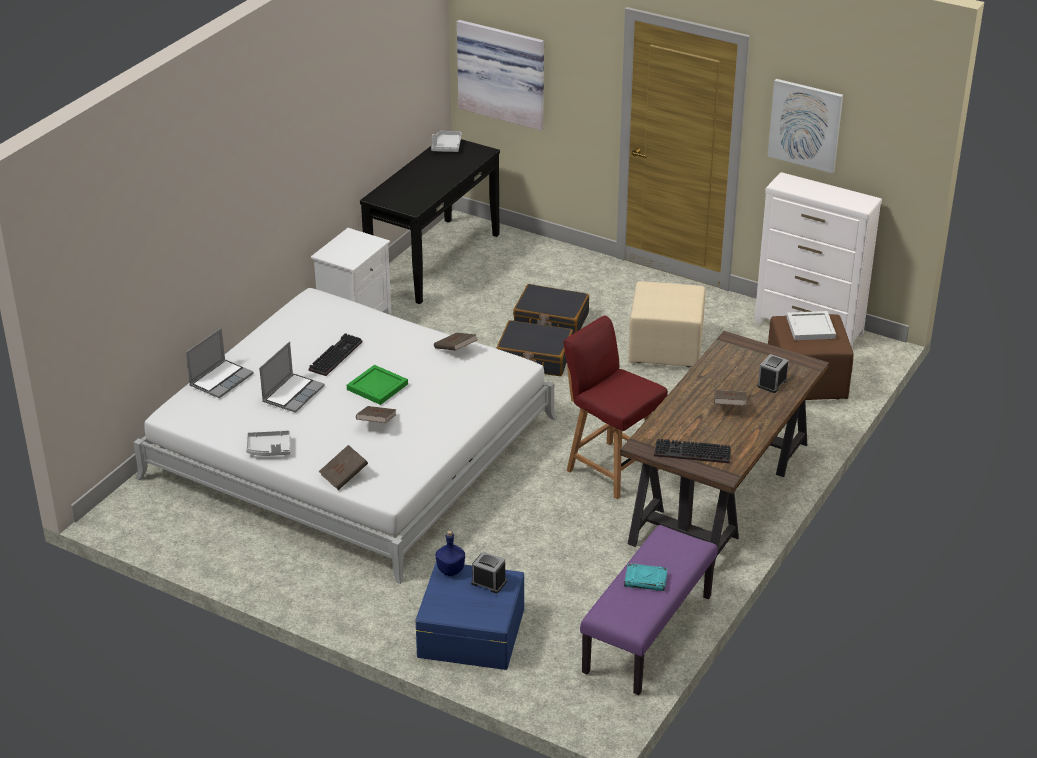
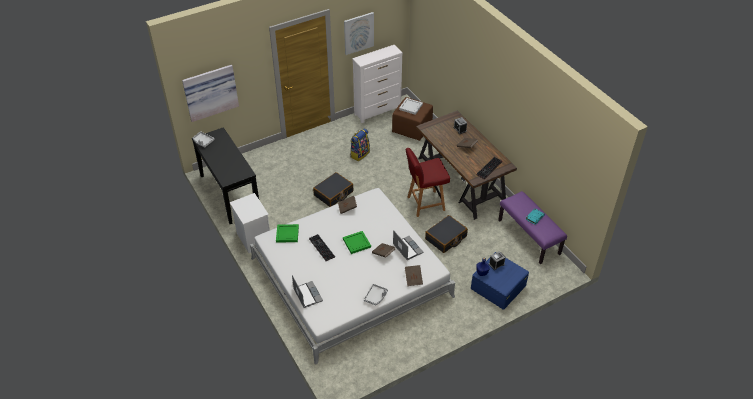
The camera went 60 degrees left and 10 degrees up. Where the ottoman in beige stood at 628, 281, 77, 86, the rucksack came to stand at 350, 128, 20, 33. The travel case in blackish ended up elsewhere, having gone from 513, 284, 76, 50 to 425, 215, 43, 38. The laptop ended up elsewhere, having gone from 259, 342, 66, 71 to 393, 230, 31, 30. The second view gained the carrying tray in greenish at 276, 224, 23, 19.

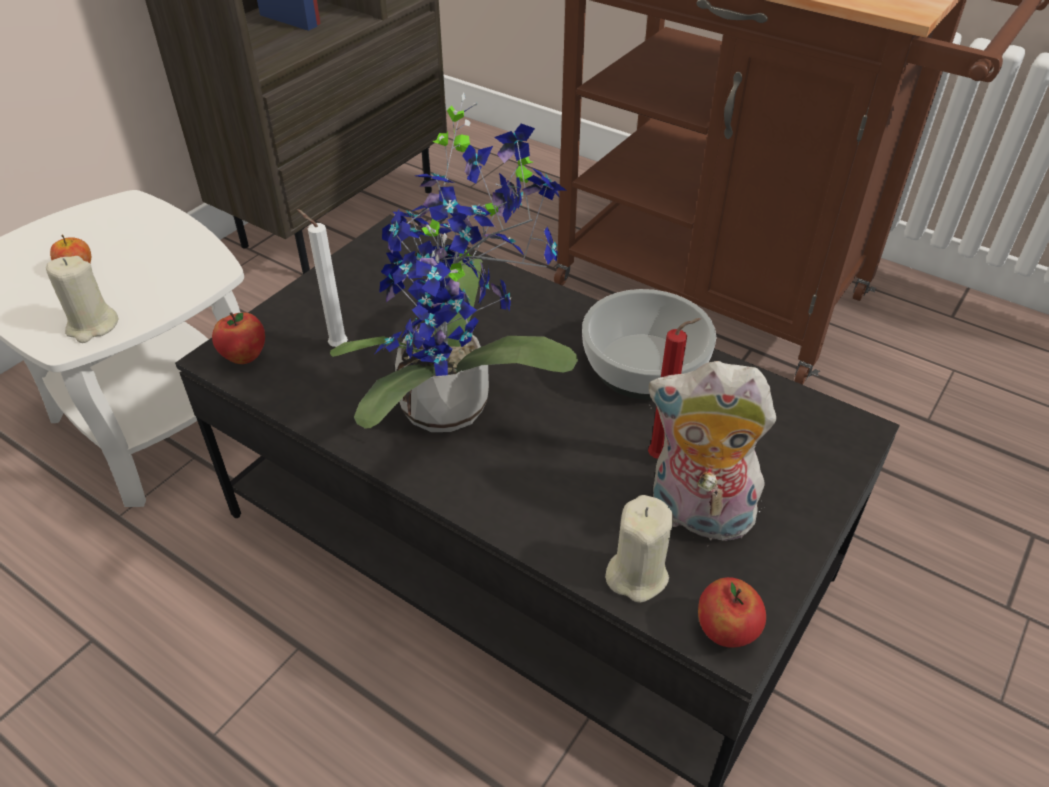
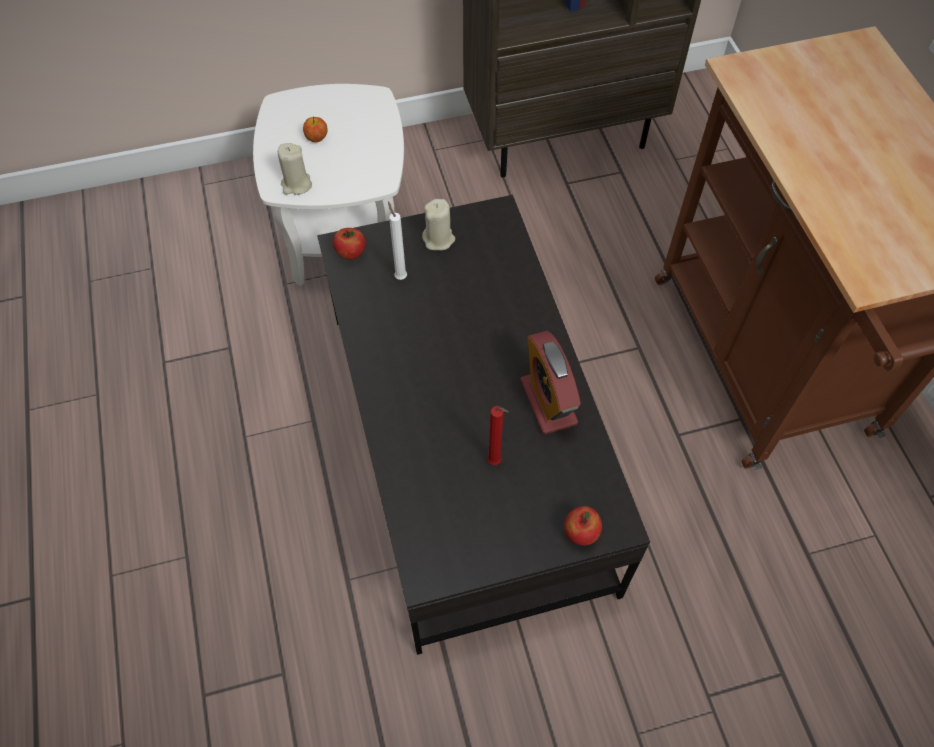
The camera went 40 degrees right and 15 degrees up. The second view lost the plant in a pot at 330, 93, 248, 339. Where the deep dish stood at 582, 289, 134, 111, the alarm clock came to stand at 520, 331, 61, 103. The second view lost the plush toy at 649, 361, 127, 180. The wax light in beige ended up elsewhere, having gone from 605, 495, 68, 108 to 422, 199, 33, 52. The whole apple ended up elsewhere, having gone from 698, 577, 68, 71 to 564, 506, 38, 39.

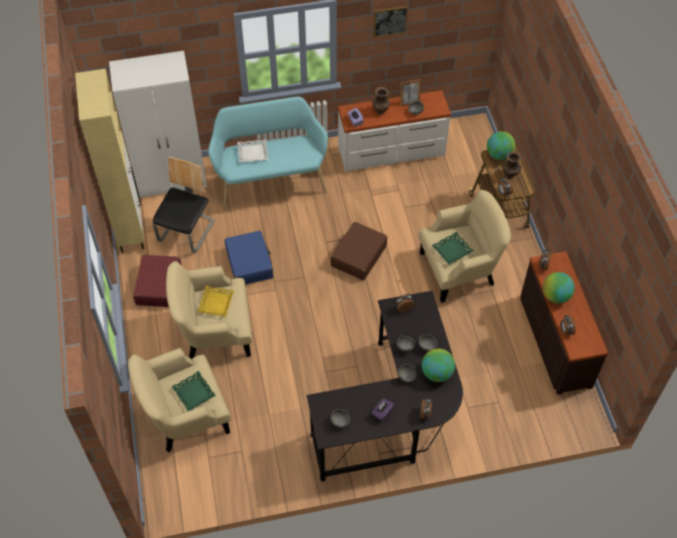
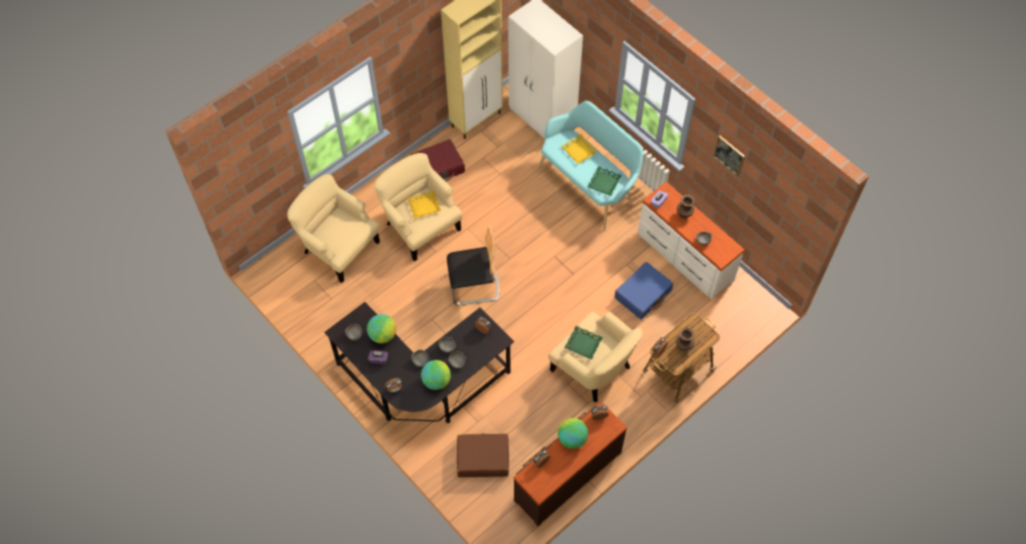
The camera went 60 degrees right and 5 degrees up. The second view lost the picture frame at 401, 79, 19, 28. The desk globe ended up elsewhere, having gone from 487, 131, 28, 29 to 367, 314, 29, 29. What was the carrying tray in whitish at 237, 139, 31, 23 turned into the carrying tray in yellow-coloured at 561, 134, 37, 30. The plain chair ended up elsewhere, having gone from 153, 157, 62, 96 to 447, 226, 52, 79. The travel case in brown ended up elsewhere, having gone from 331, 222, 56, 58 to 457, 433, 52, 44. The travel case in bluish ended up elsewhere, having gone from 224, 231, 49, 54 to 615, 262, 58, 57. The carrying tray in greenish ended up elsewhere, having gone from 172, 371, 44, 40 to 587, 166, 35, 30.

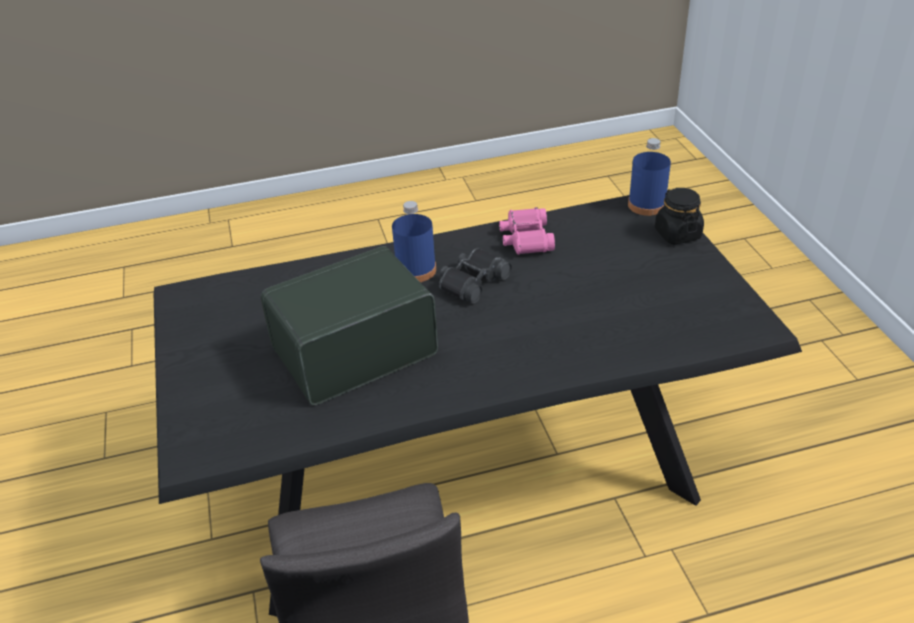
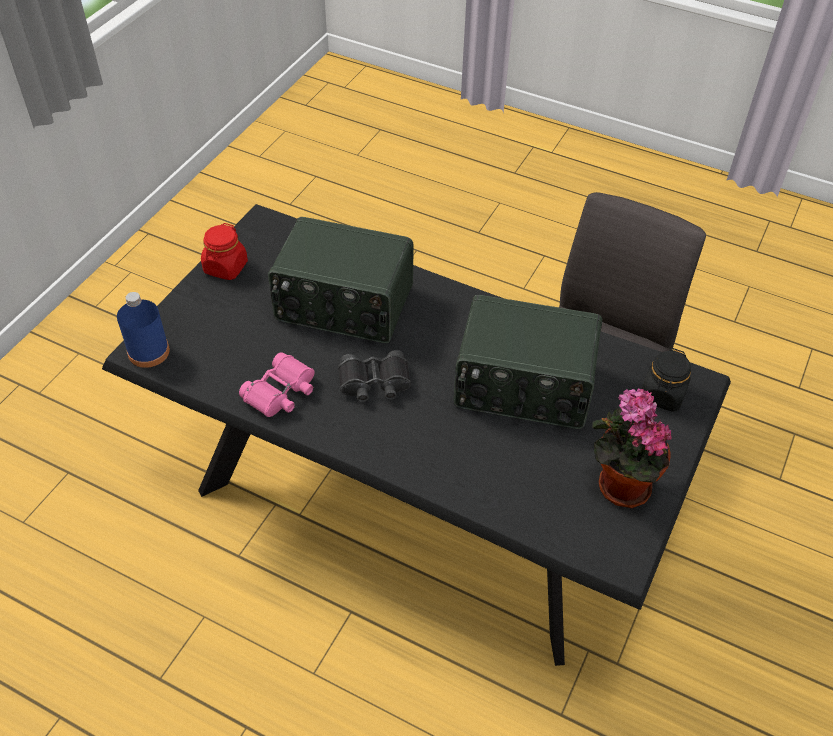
The camera went 140 degrees left and 10 degrees up. The storage jar in blackish ended up elsewhere, having gone from 655, 188, 49, 56 to 642, 348, 49, 64. The second view lost the beverage bottle in bluish at 392, 201, 44, 81. The second view gained the radio receiver at 268, 217, 146, 126. The second view gained the storage jar in red at 201, 223, 47, 57. The second view gained the plant in a pot at 592, 389, 80, 119.

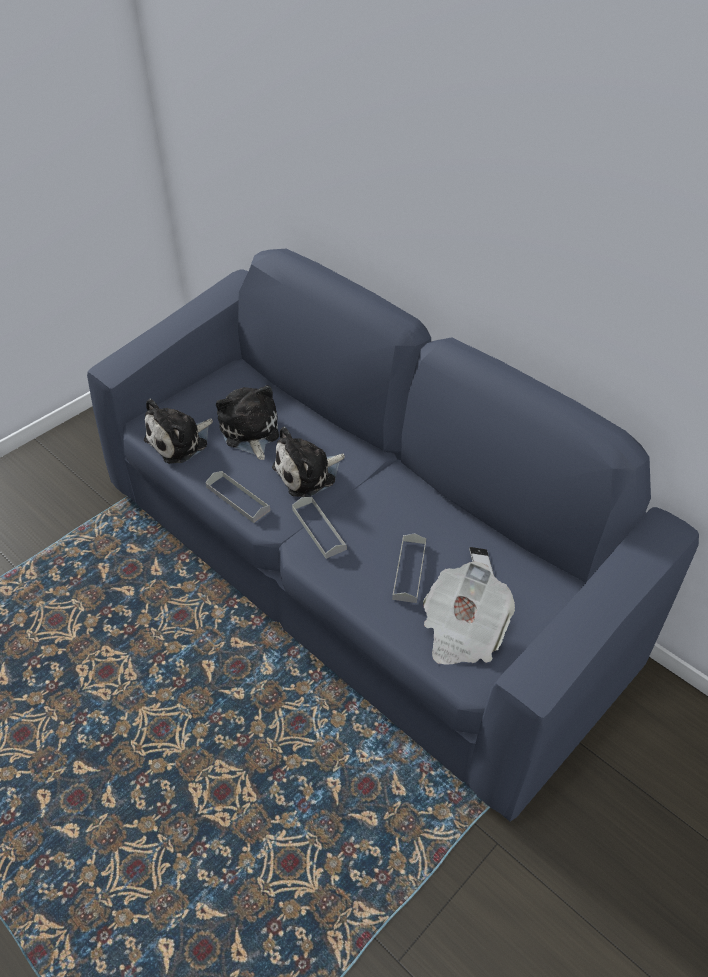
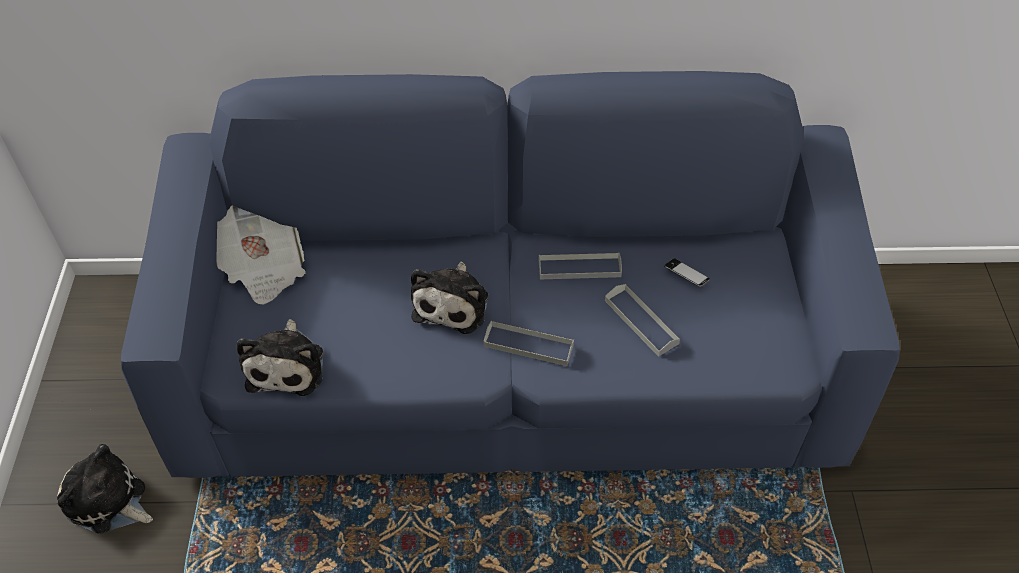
The camera went 45 degrees left and 5 degrees up. The plush toy ended up elsewhere, having gone from 216, 385, 63, 75 to 57, 444, 96, 90. The carrying tray in grey ended up elsewhere, having gone from 205, 471, 65, 52 to 539, 253, 83, 26. The printed paper ended up elsewhere, having gone from 423, 562, 92, 103 to 216, 206, 89, 99.

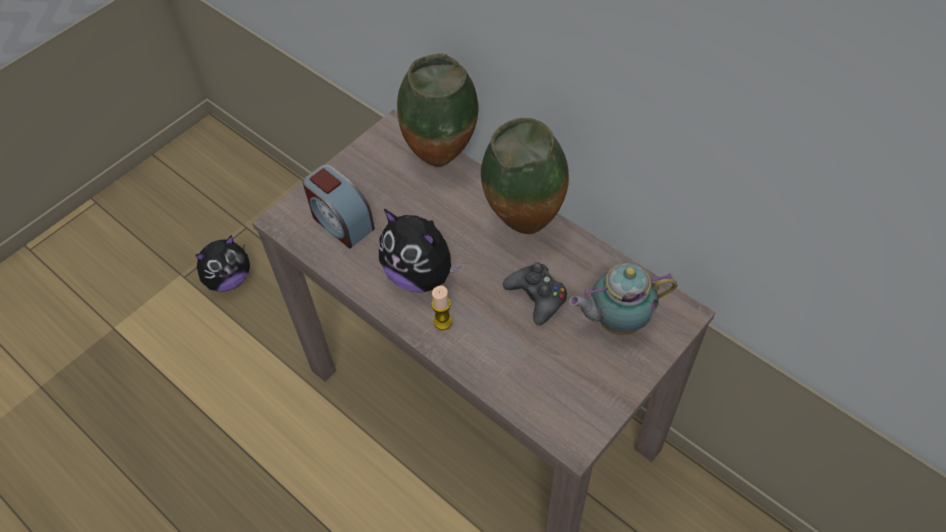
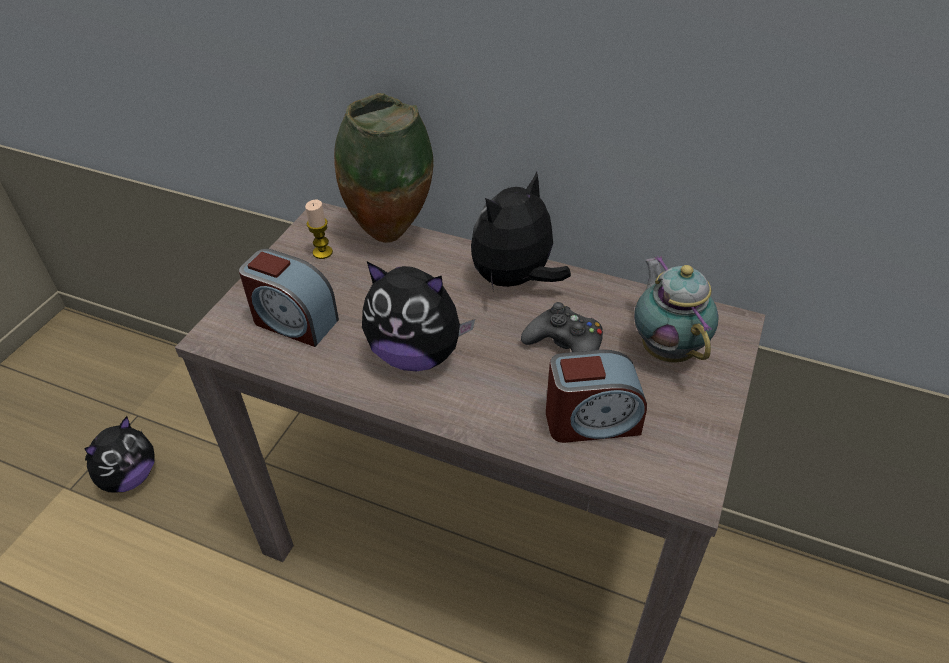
The camera went 20 degrees left and 10 degrees down. Where the flower vase stood at 481, 118, 88, 116, the plush toy came to stand at 471, 172, 100, 120. The pot for tea at 569, 263, 108, 72 ended up facing another way, 105 degrees clockwise from before. The wax light ended up elsewhere, having gone from 431, 286, 21, 44 to 305, 199, 28, 60. The second view gained the alarm clock at 546, 350, 101, 93.

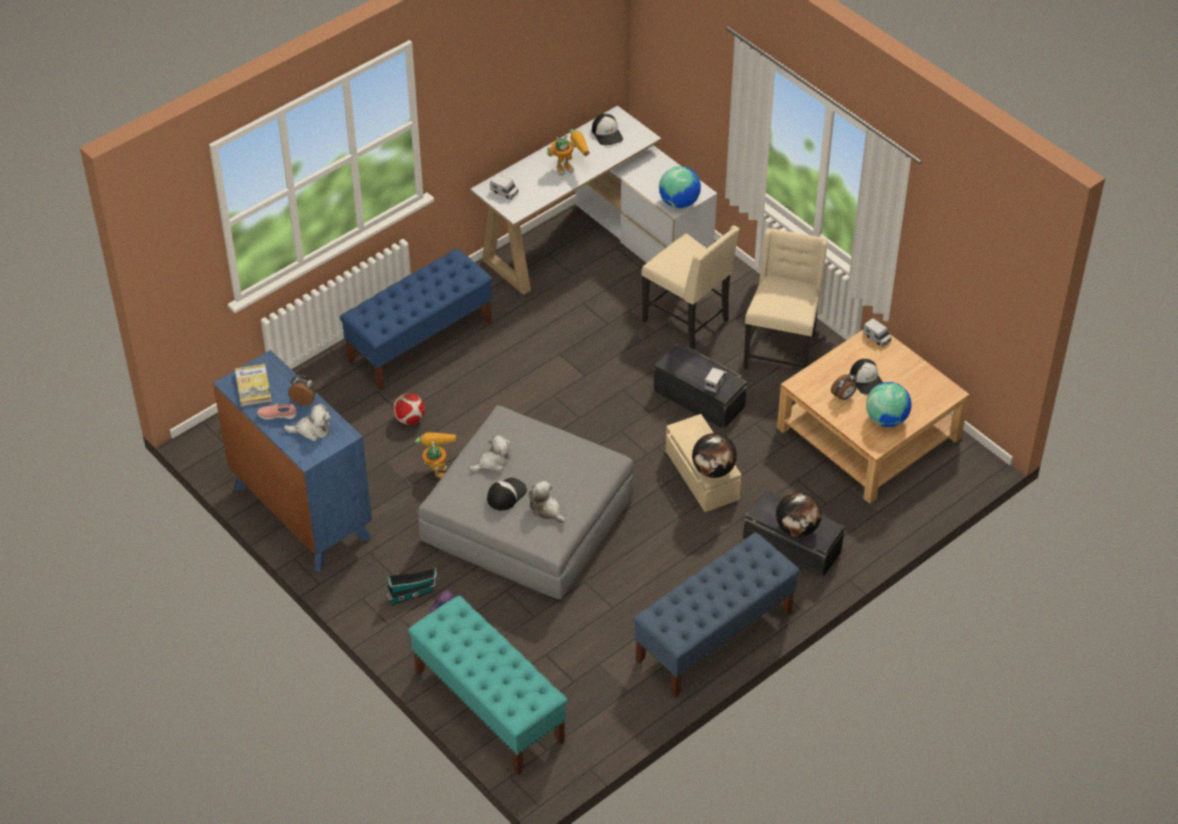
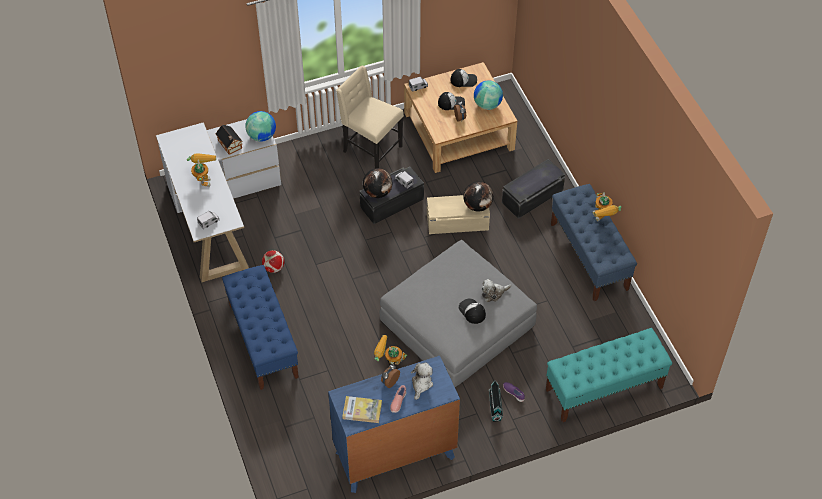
The camera went 70 degrees left and 5 degrees up. The peaked cap ended up elsewhere, having gone from 592, 114, 31, 32 to 450, 69, 27, 18. The second view lost the plain chair in beige at 641, 226, 99, 123. The football ended up elsewhere, having gone from 393, 393, 32, 32 to 262, 250, 23, 23. The second view lost the plush toy at 469, 434, 42, 38. The desk globe ended up elsewhere, having gone from 776, 491, 46, 46 to 363, 168, 29, 30. The second view gained the model house at 216, 125, 27, 30. The second view gained the robot figure at 592, 192, 30, 29.

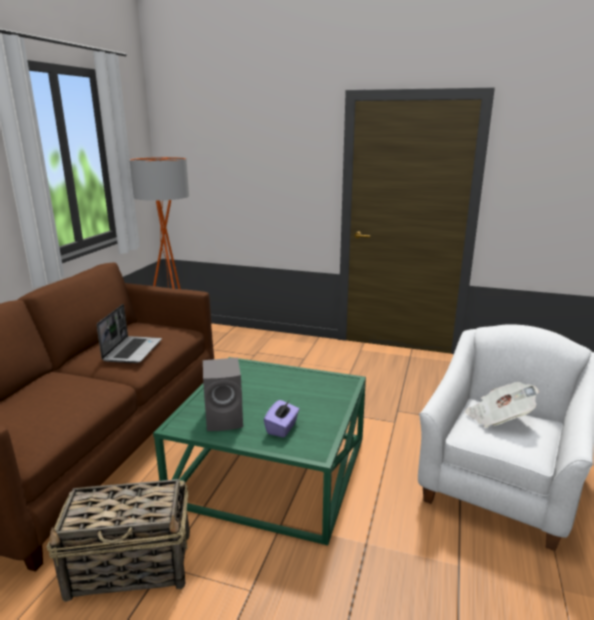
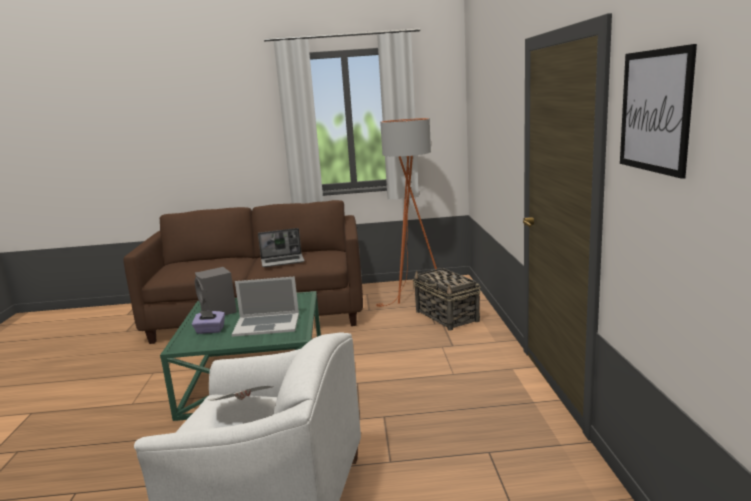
The camera went 70 degrees right and 5 degrees down. The storage basket ended up elsewhere, having gone from 47, 479, 143, 123 to 413, 268, 67, 63. The second view gained the wall picture at 620, 44, 77, 135. The second view gained the laptop at 232, 276, 67, 61.

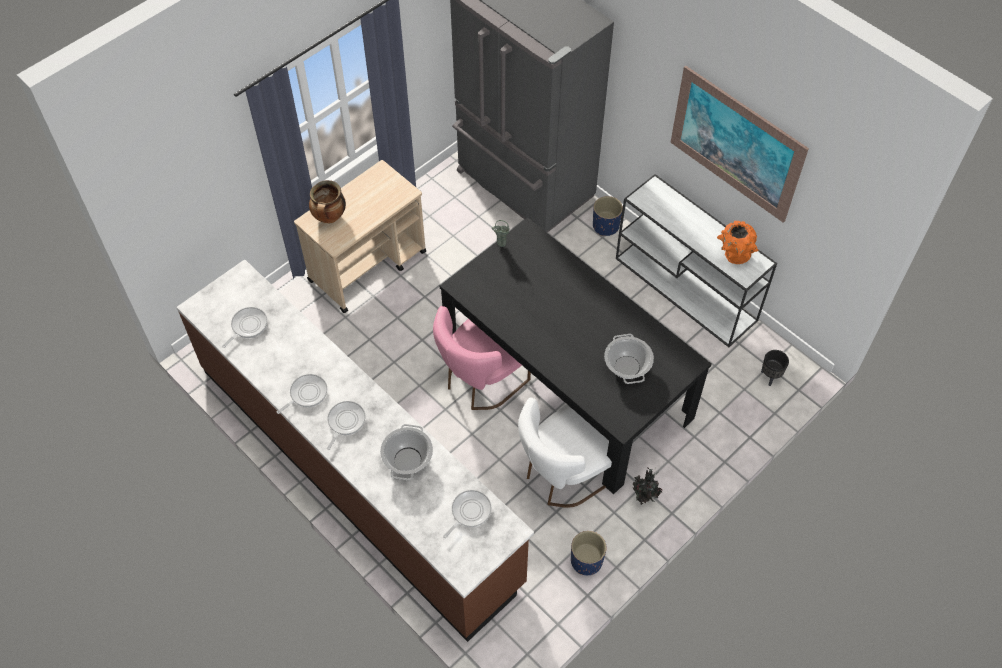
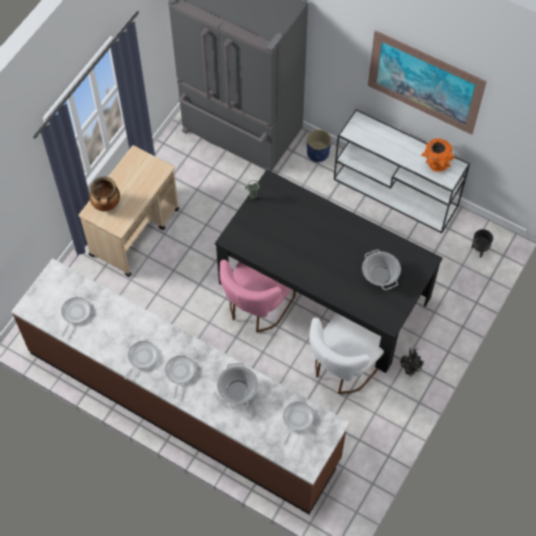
The camera went 15 degrees left and 5 degrees up. The second view lost the planter in bluish at 571, 531, 35, 44.

